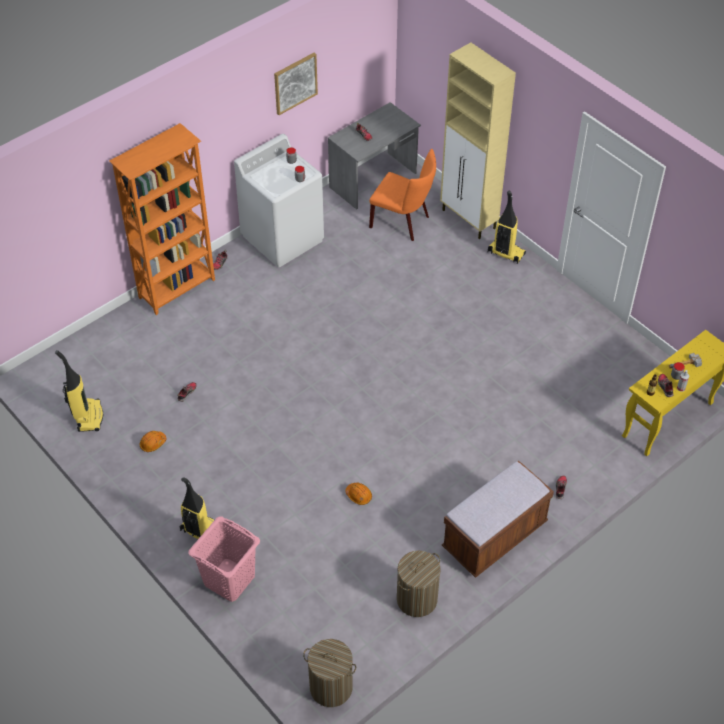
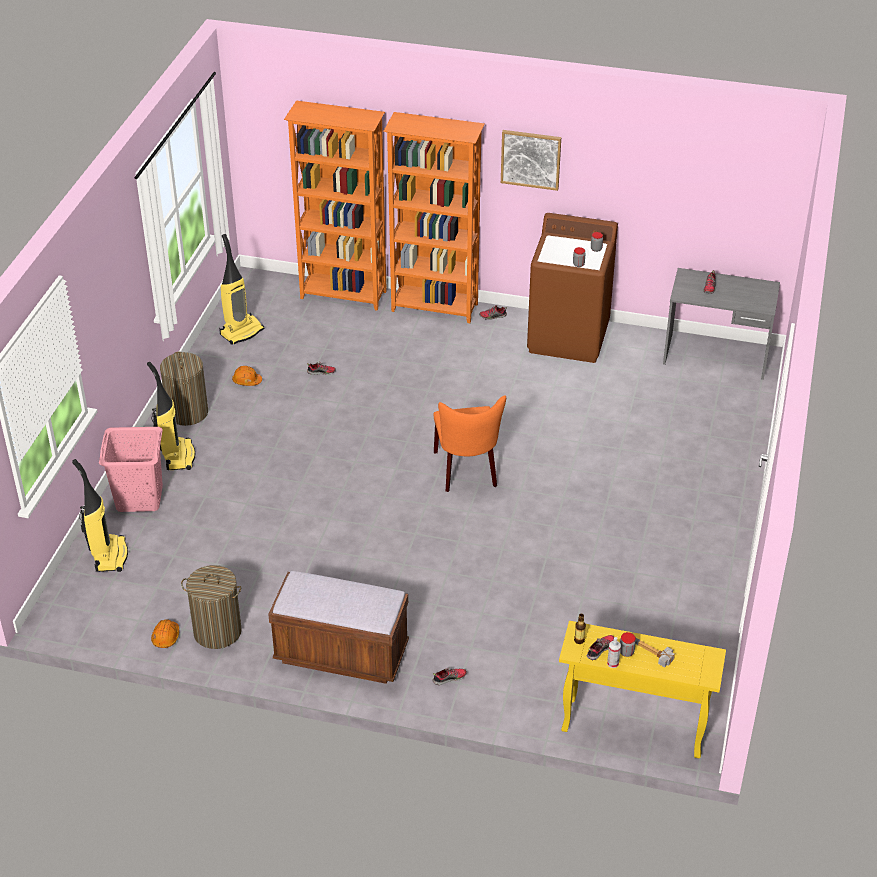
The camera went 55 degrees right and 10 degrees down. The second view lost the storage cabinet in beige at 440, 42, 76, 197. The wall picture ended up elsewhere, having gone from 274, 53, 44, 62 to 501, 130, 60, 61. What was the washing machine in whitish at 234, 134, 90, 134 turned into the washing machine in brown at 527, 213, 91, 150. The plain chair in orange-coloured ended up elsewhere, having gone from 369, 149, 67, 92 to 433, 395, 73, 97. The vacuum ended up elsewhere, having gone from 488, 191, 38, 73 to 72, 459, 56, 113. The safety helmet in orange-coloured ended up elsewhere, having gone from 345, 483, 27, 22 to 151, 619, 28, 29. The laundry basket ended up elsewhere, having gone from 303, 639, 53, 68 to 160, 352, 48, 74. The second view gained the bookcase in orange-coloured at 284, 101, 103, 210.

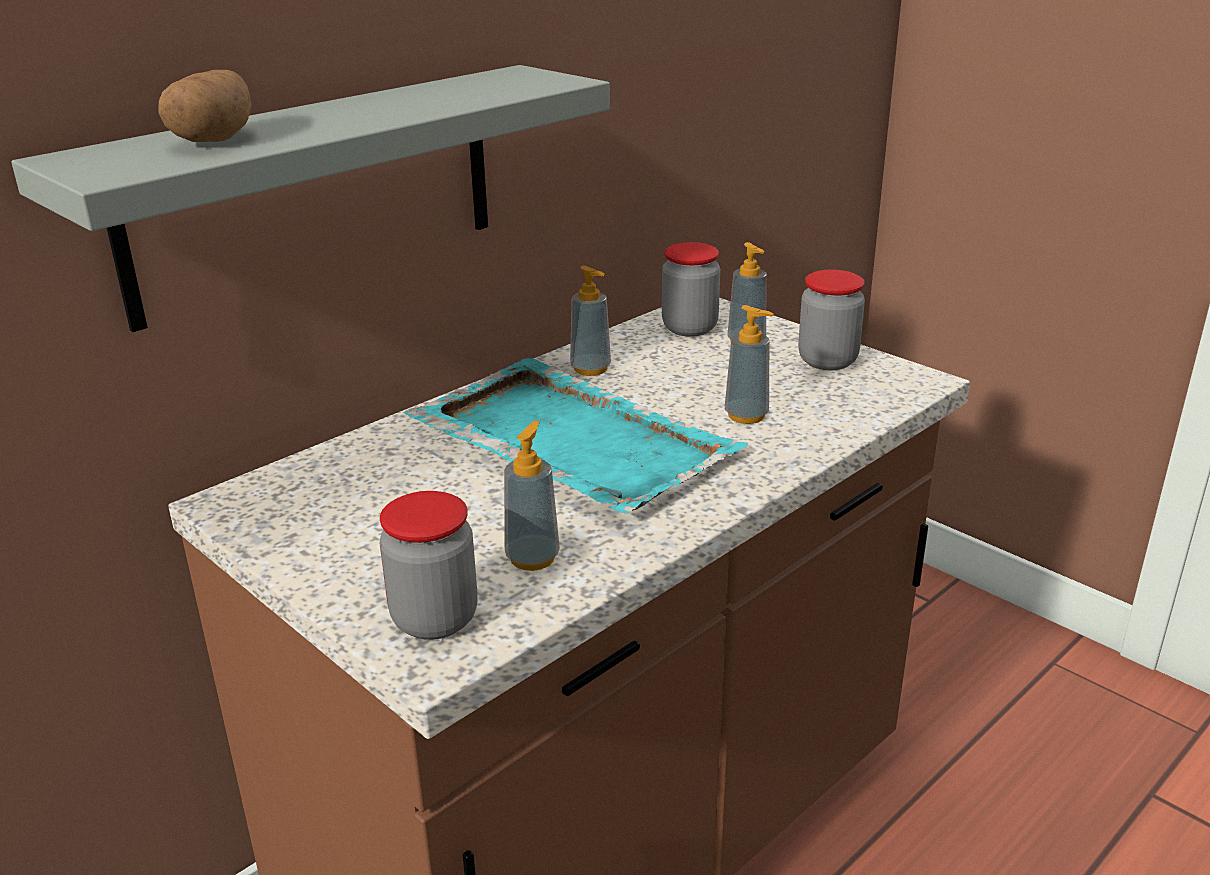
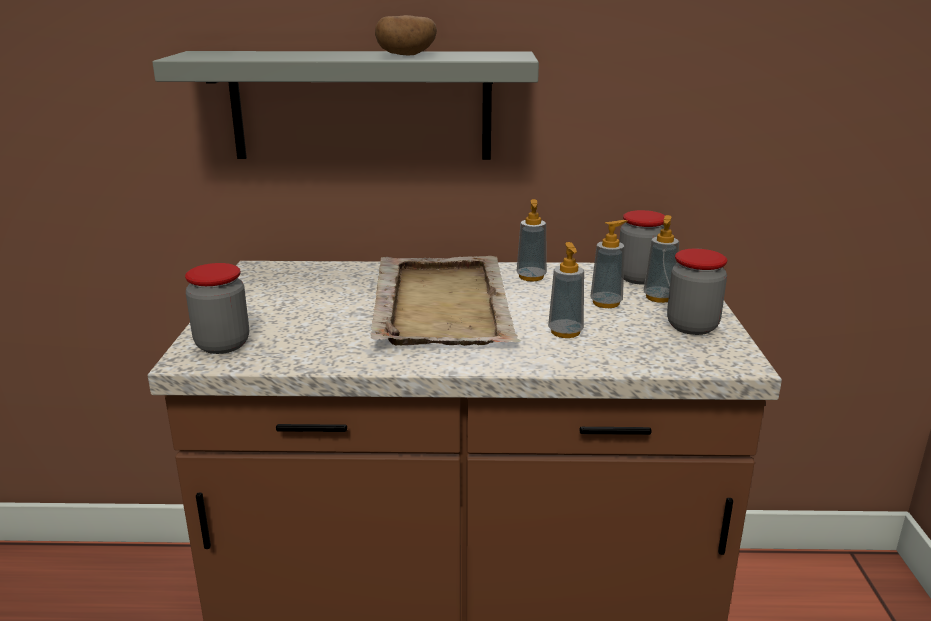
The camera went 45 degrees right and 5 degrees down. The whole potato ended up elsewhere, having gone from 159, 70, 93, 72 to 375, 15, 62, 40. What was the carrying tray in blue-green at 404, 357, 344, 156 turned into the carrying tray in beige at 370, 256, 151, 90. The soap bottle ended up elsewhere, having gone from 504, 421, 56, 150 to 590, 220, 37, 88.

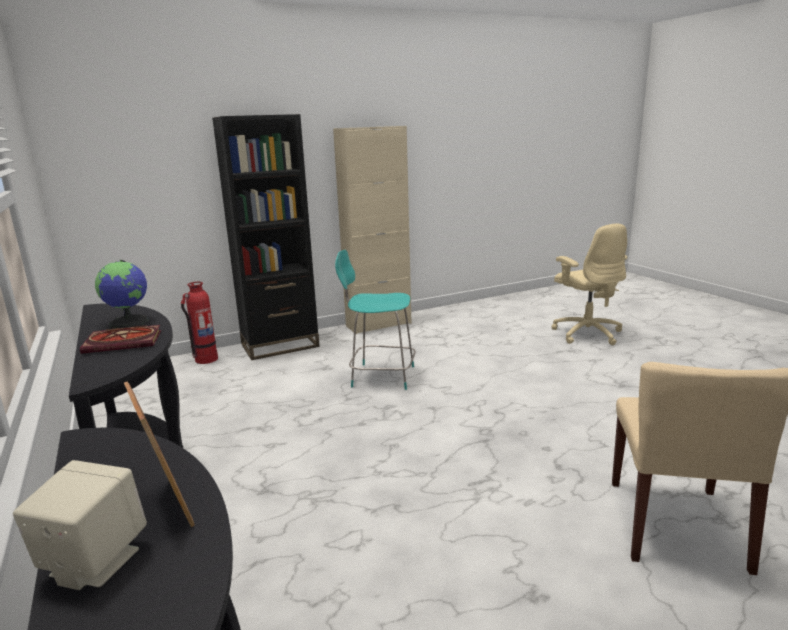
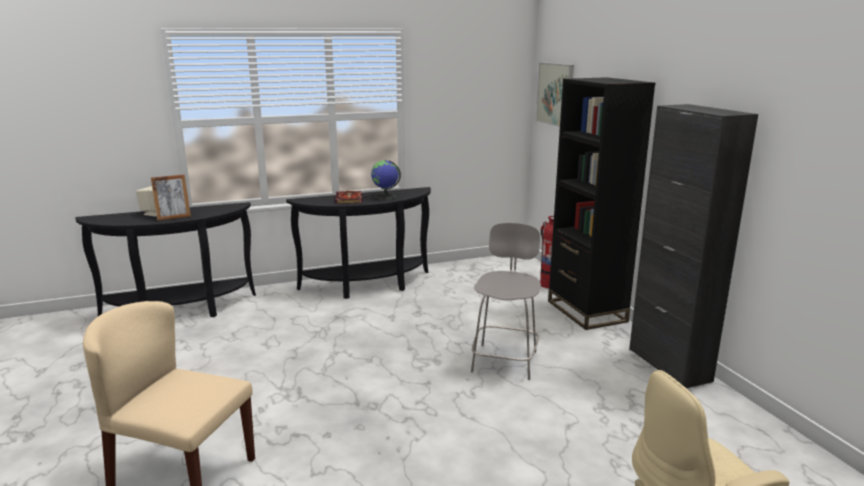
The camera went 95 degrees right and 0 degrees up. What was the storage cabinet in beige at 333, 126, 79, 208 turned into the storage cabinet in blackish at 629, 104, 129, 284. What was the plain chair in blue-green at 335, 250, 81, 140 turned into the plain chair in grey at 471, 223, 70, 157. The second view gained the wall picture at 536, 62, 38, 65.

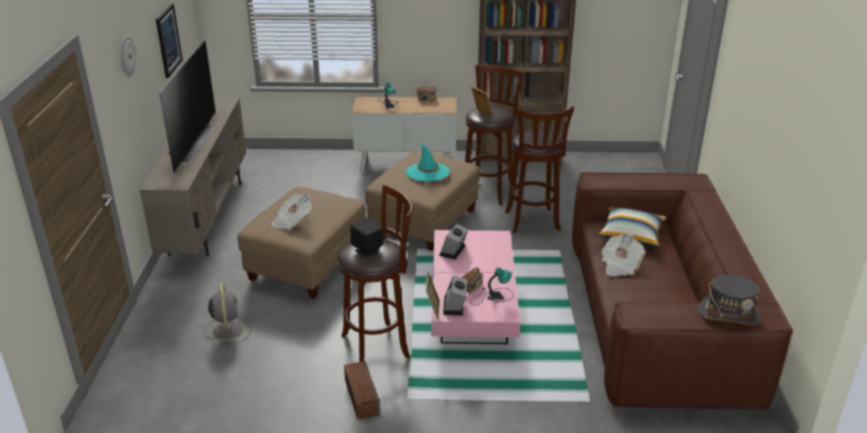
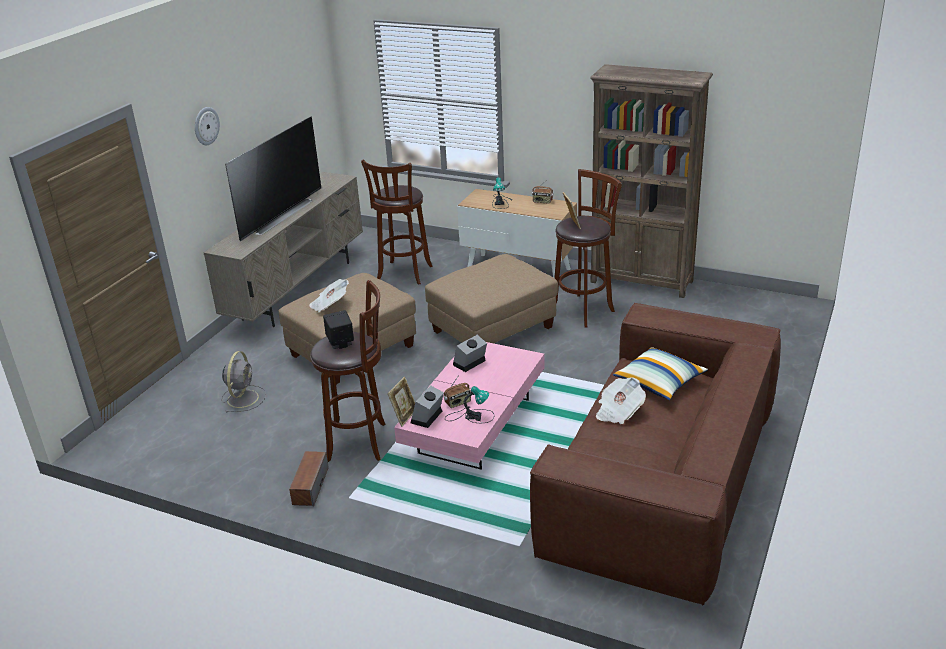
The camera went 25 degrees right and 0 degrees up. The second view lost the wall picture at 156, 4, 27, 74. The stool seat in brown ended up elsewhere, having gone from 505, 106, 69, 128 to 361, 159, 72, 126. The second view lost the hat in blue-green at 406, 143, 44, 39. The second view lost the hat in grey at 697, 275, 64, 50.

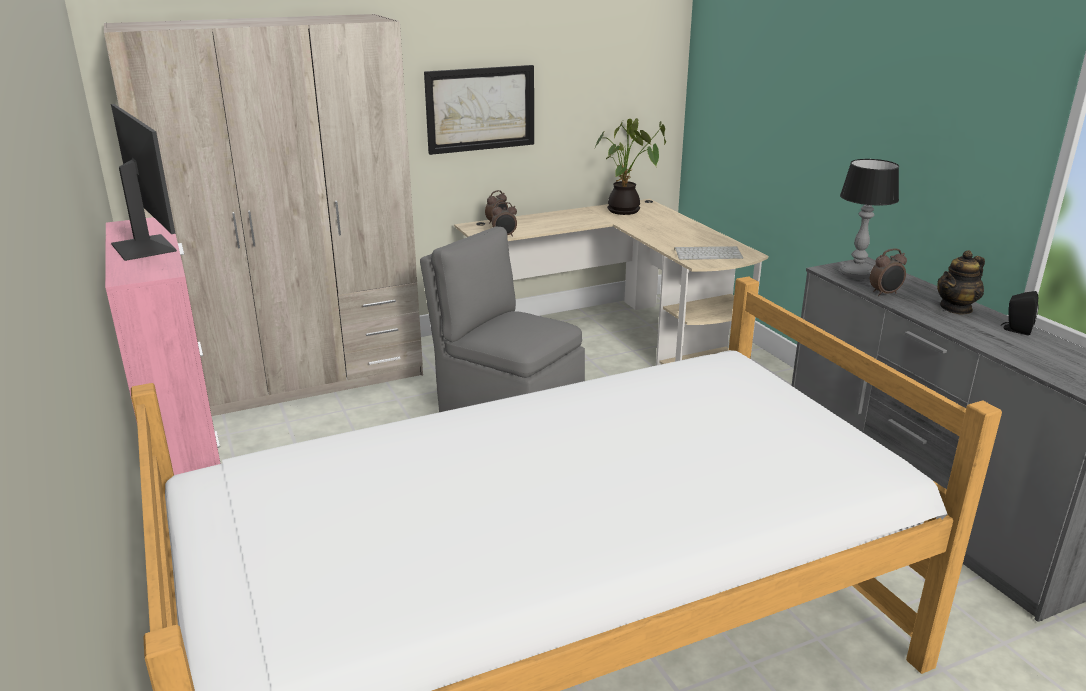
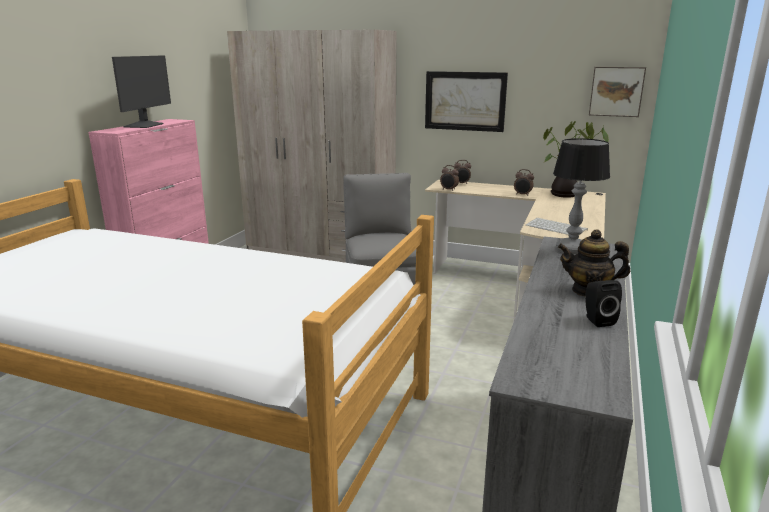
The camera went 45 degrees right and 5 degrees down. The alarm clock ended up elsewhere, having gone from 870, 248, 37, 48 to 514, 169, 20, 27. The second view gained the wall picture at 589, 67, 57, 50.

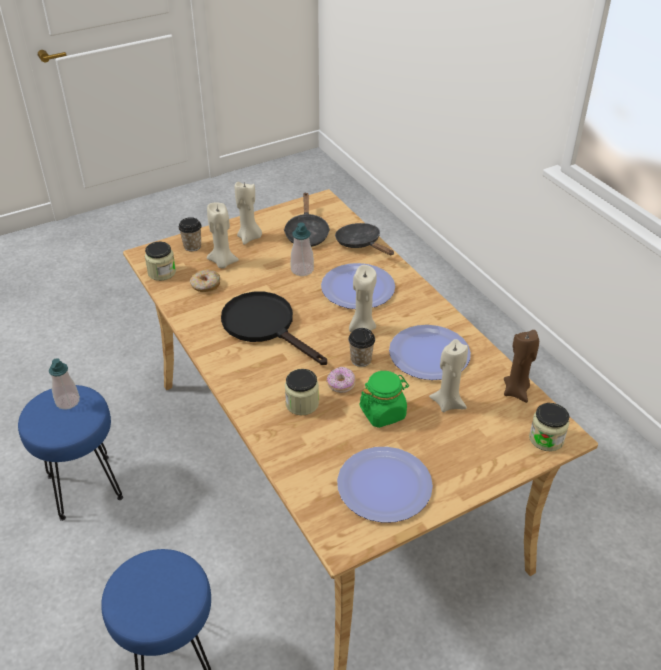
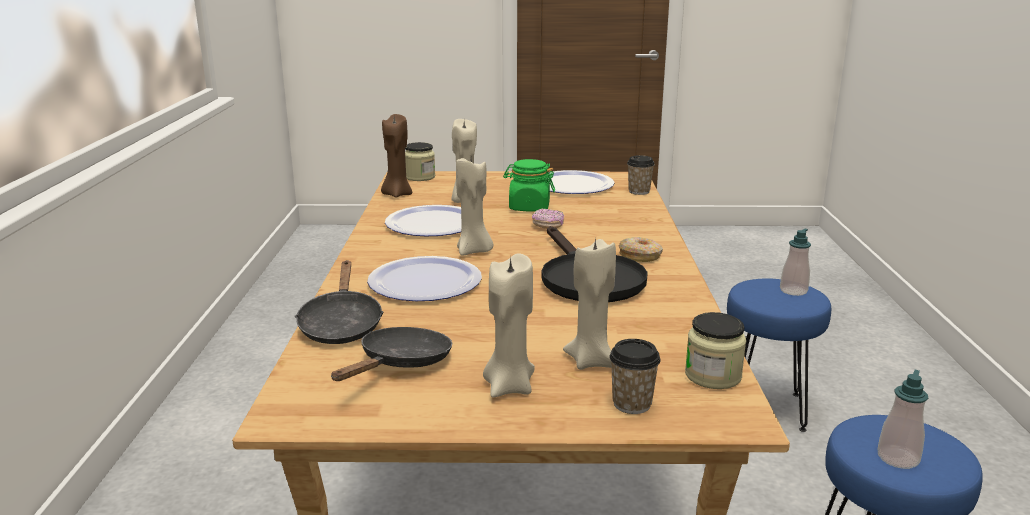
The camera went 150 degrees left and 20 degrees down. The soap bottle ended up elsewhere, having gone from 291, 223, 23, 53 to 780, 229, 31, 67. The doughnut ended up elsewhere, having gone from 190, 270, 30, 22 to 619, 237, 44, 25. The small cup ended up elsewhere, having gone from 348, 328, 27, 39 to 627, 155, 28, 40. The second view lost the storage jar at 285, 369, 34, 46.

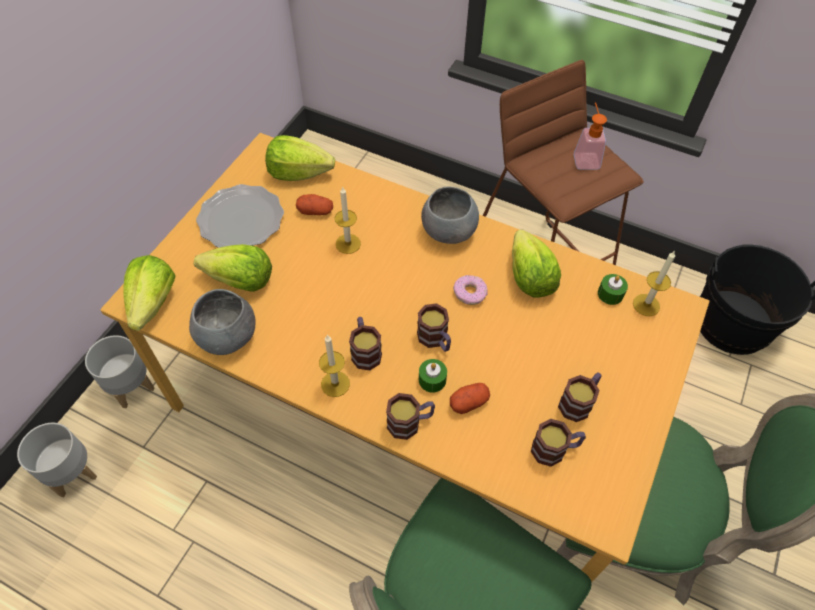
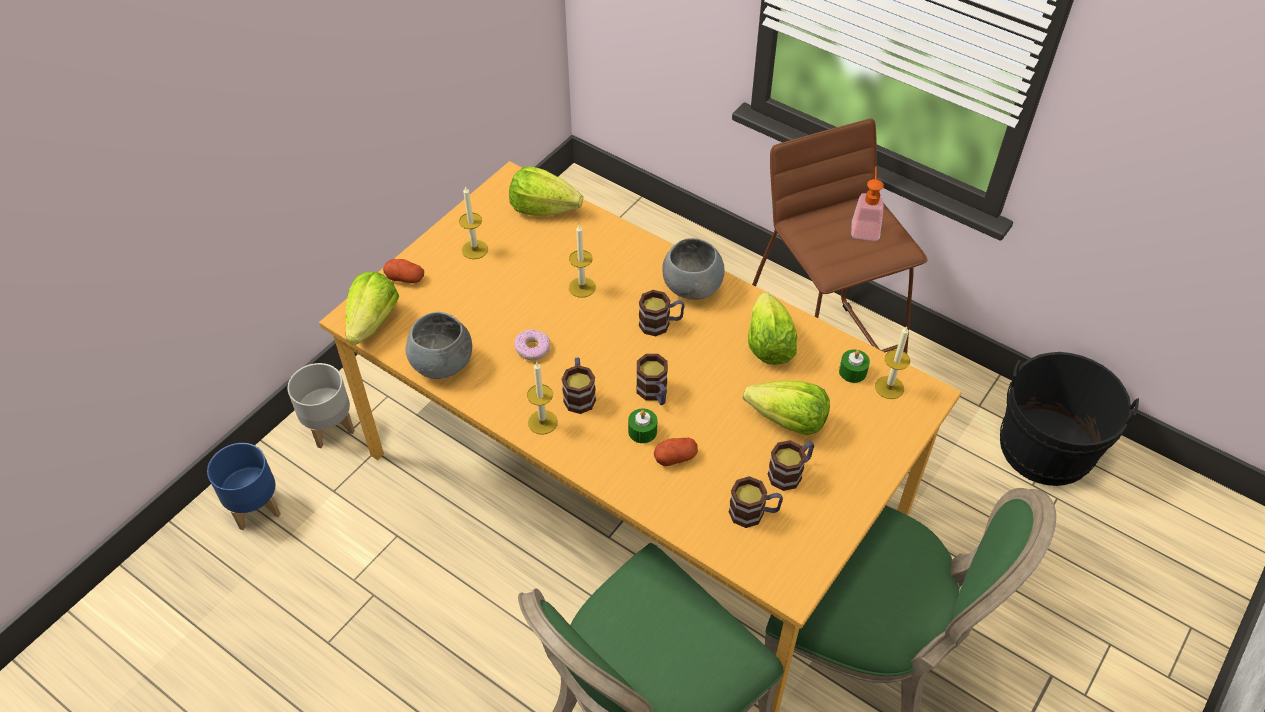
The camera went 10 degrees right and 5 degrees down. Where the dinner plate stood at 196, 184, 88, 64, the wax light came to stand at 459, 186, 29, 73. The whole potato ended up elsewhere, having gone from 296, 194, 37, 21 to 383, 259, 41, 24. The lettuce head ended up elsewhere, having gone from 193, 244, 79, 48 to 743, 381, 87, 54. The doughnut ended up elsewhere, having gone from 453, 275, 35, 30 to 514, 329, 36, 31. The tea mug ended up elsewhere, having gone from 386, 393, 49, 47 to 639, 290, 46, 46. What was the planter in grey at 17, 423, 80, 74 turned into the planter in bluish at 207, 443, 74, 87.

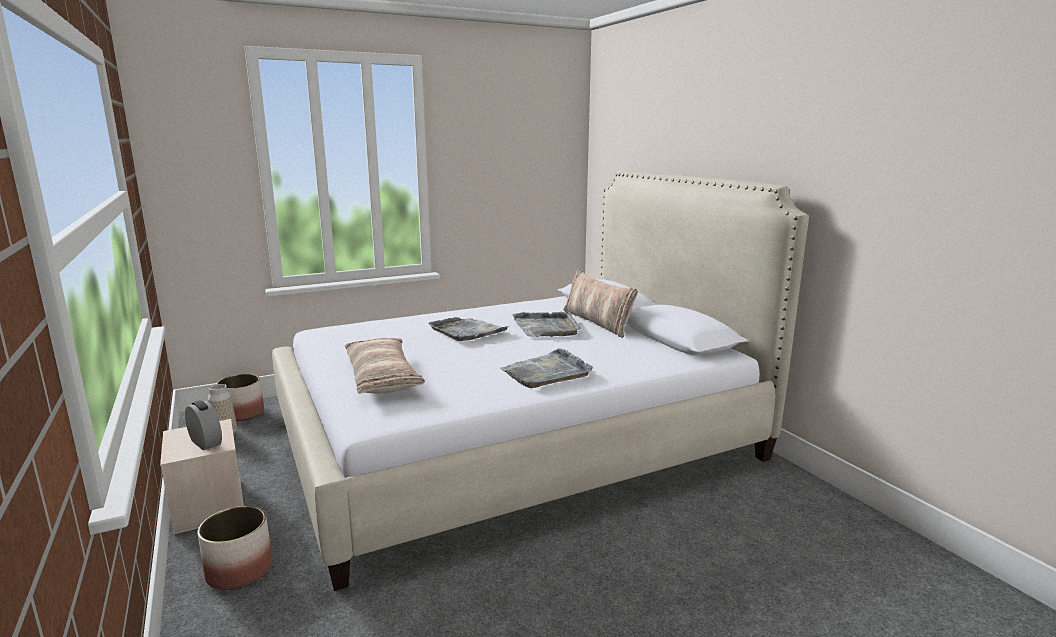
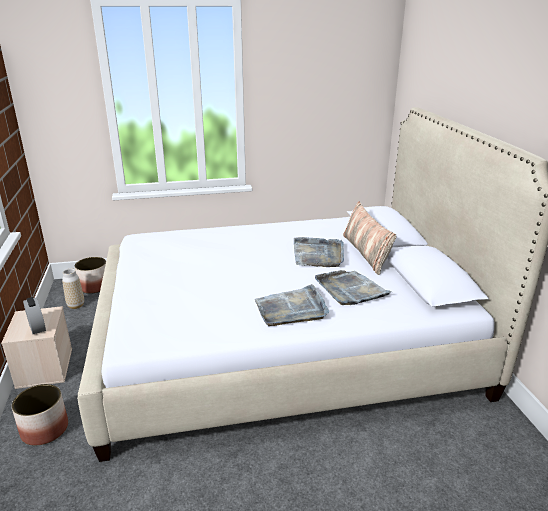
The camera went 15 degrees right and 10 degrees up. The carrying tray in grey ended up elsewhere, having gone from 429, 317, 81, 24 to 315, 270, 77, 35. The second view lost the pillow at 344, 338, 81, 55.

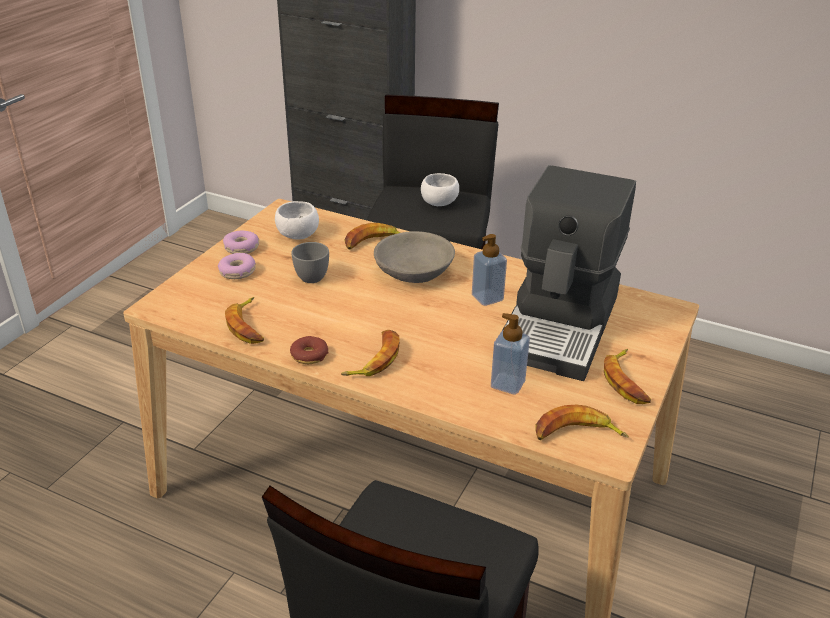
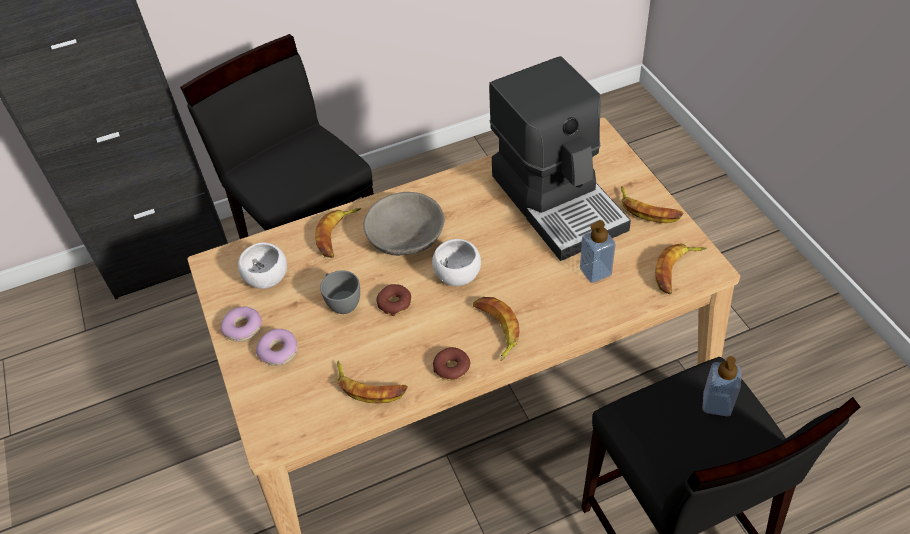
The camera went 45 degrees left and 15 degrees up. The deep dish in whitish ended up elsewhere, having gone from 421, 173, 38, 33 to 432, 239, 49, 47. The soap bottle ended up elsewhere, having gone from 472, 234, 35, 72 to 703, 356, 38, 60. The second view gained the doughnut at 376, 284, 35, 32.

